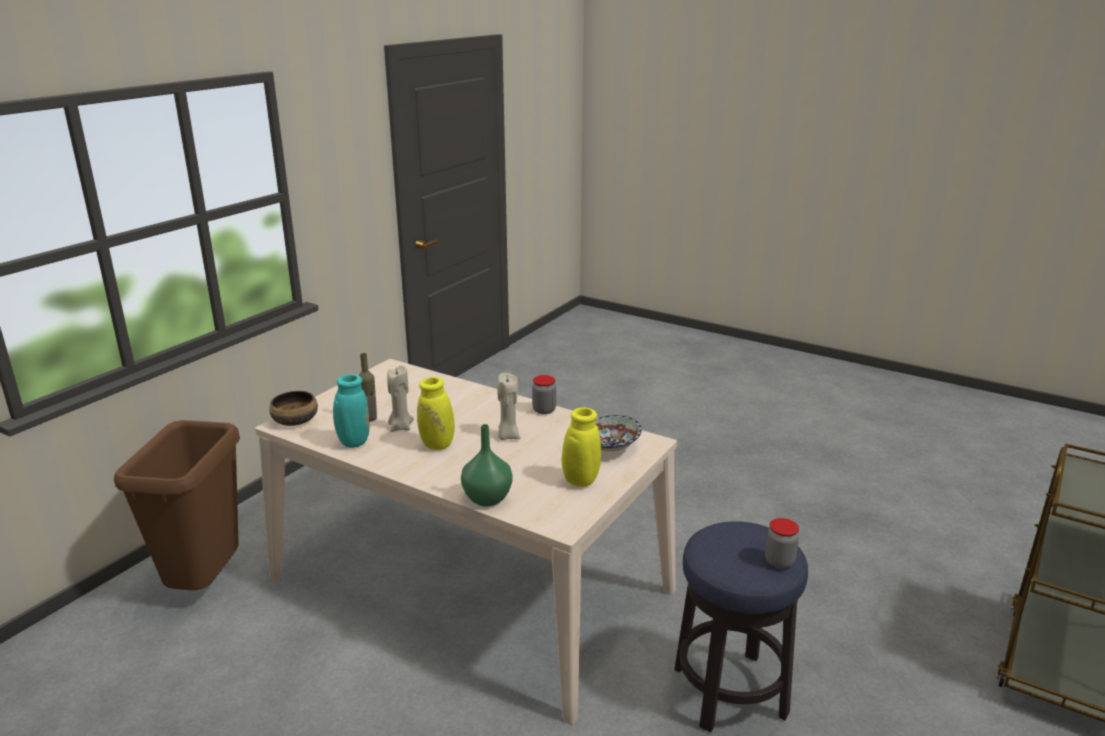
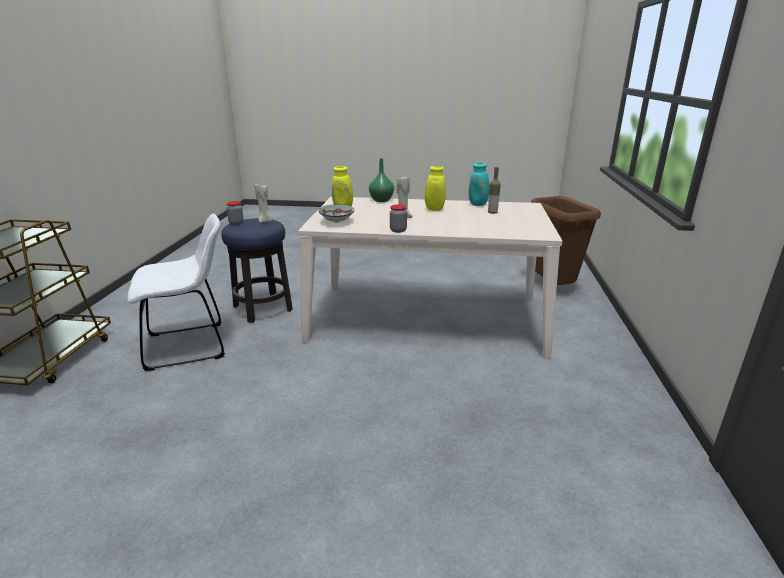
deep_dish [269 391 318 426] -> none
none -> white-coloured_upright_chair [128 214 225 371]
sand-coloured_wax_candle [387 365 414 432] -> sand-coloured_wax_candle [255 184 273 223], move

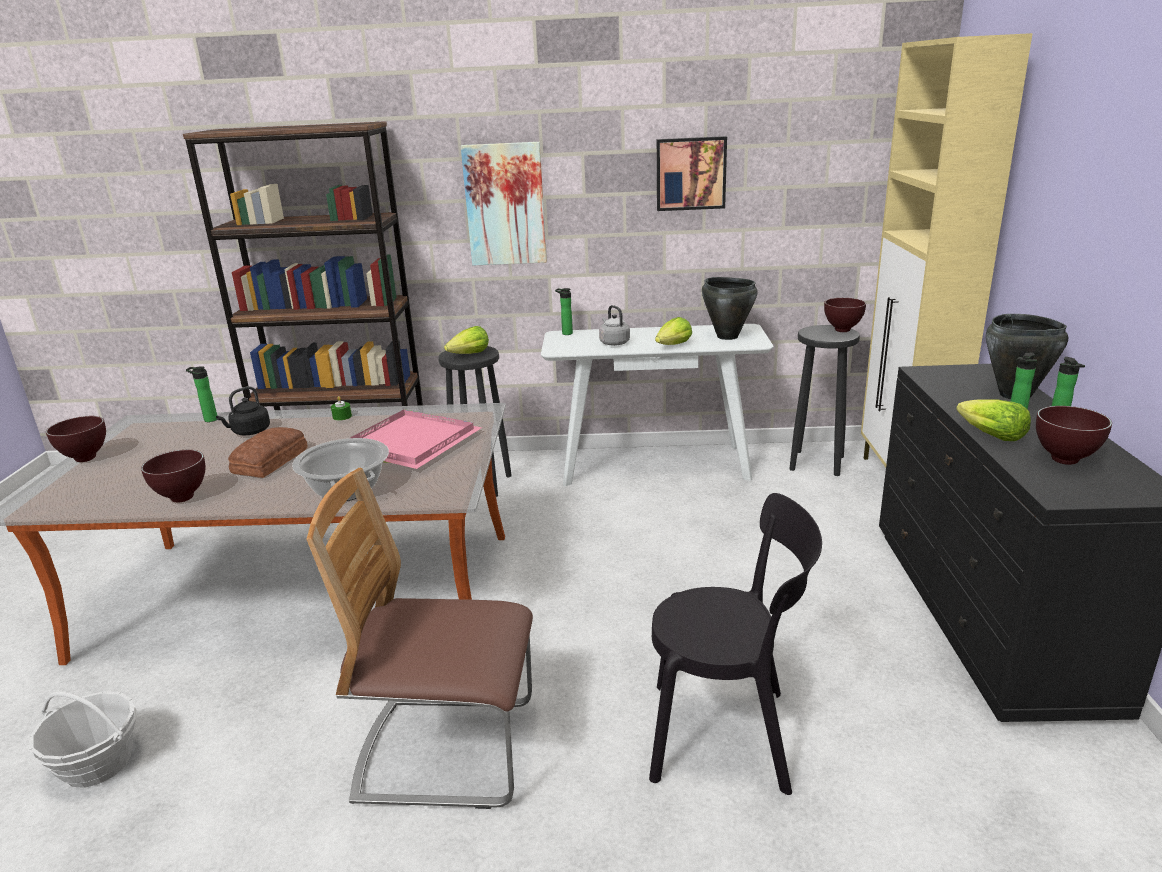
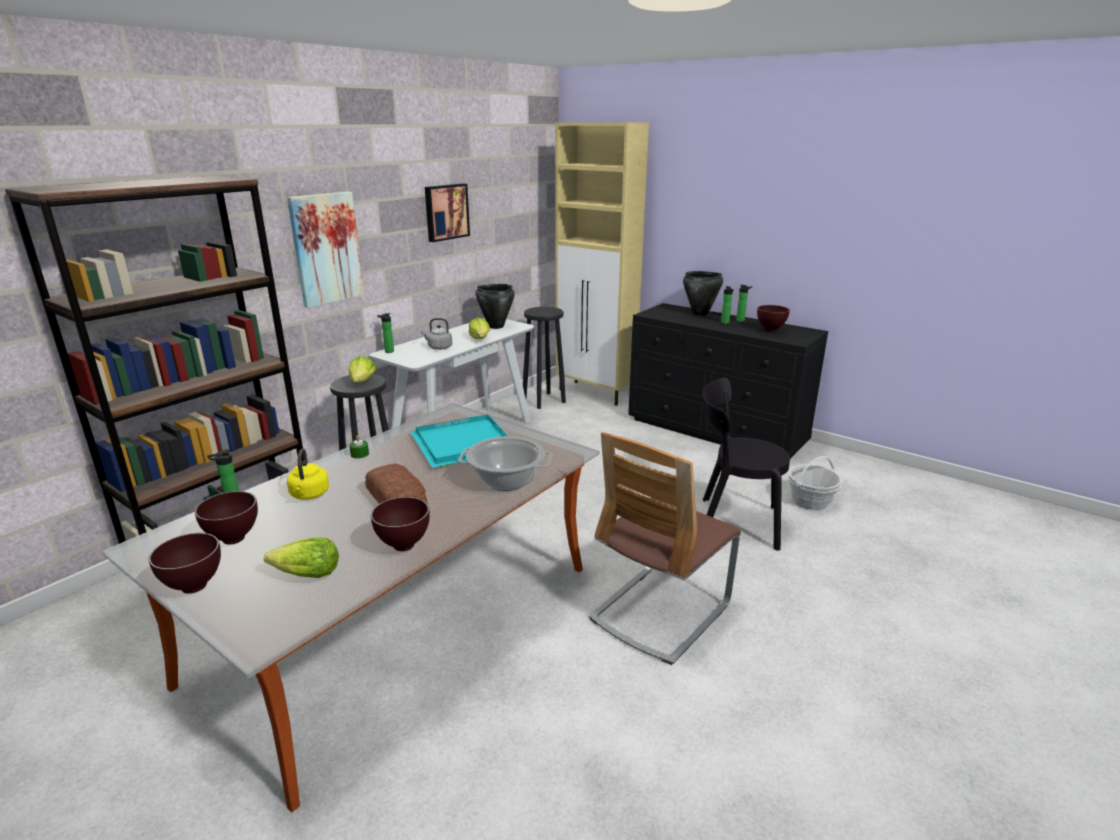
storage_basket [29 691 136 788] -> storage_basket [788 456 842 510], move
brown_deep_dish [824 298 866 332] -> brown_deep_dish [195 491 258 545], move
lettuce_head [956 399 1031 441] -> lettuce_head [264 538 339 578], move
black-coloured_water_kettle [216 386 270 435] -> yellow_water_kettle [287 448 329 500]
pink_carrying_tray [350 409 482 469] -> turquoise-coloured_carrying_tray [410 414 508 468]
black-coloured_upright_chair [649 493 822 795] -> black-coloured_upright_chair [703 378 790 551], 120 degrees counterclockwise

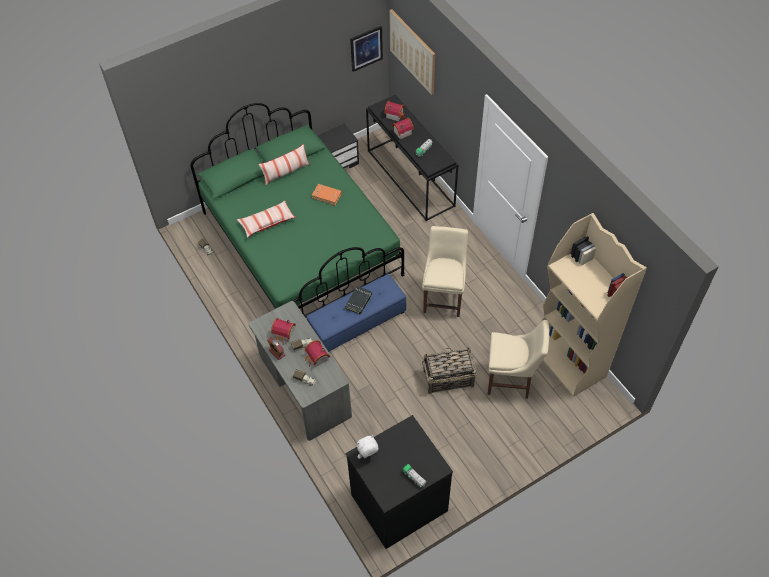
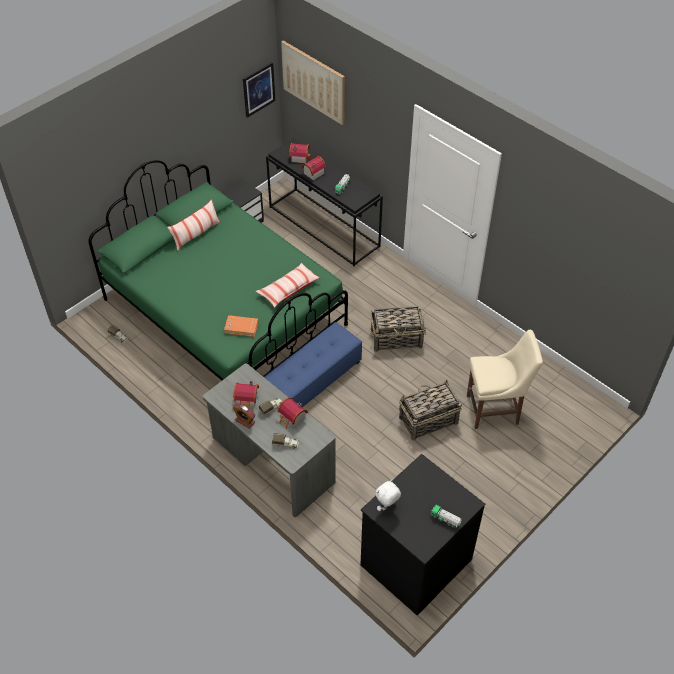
black-coloured_bound_book [345 286 372 314] -> none
sand-coloured_bookshelf [539 213 647 397] -> none
cushion [237 201 296 237] -> cushion [256 263 320 308], move
orange-coloured_bound_book [312 184 342 205] -> orange-coloured_bound_book [224 315 258 337], move
sand-coloured_upright_chair [422 226 468 317] -> storage_basket [371 306 426 352]

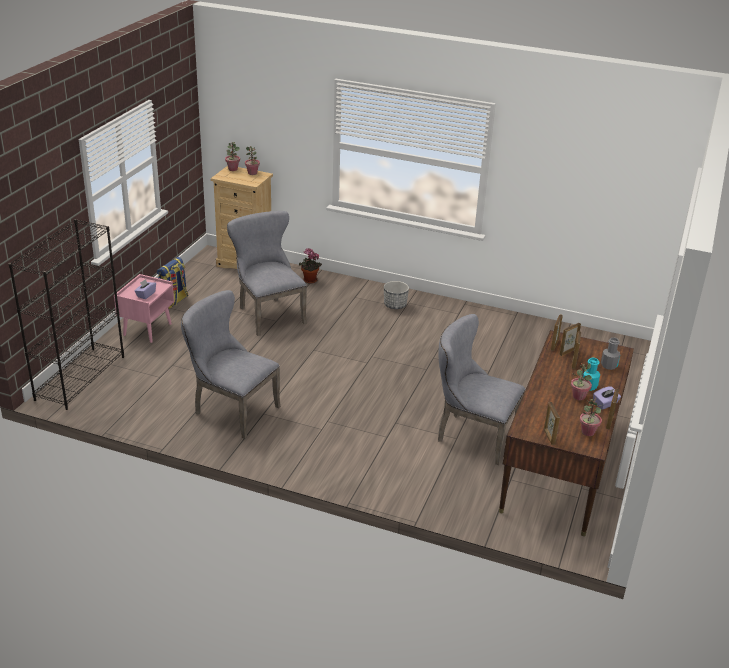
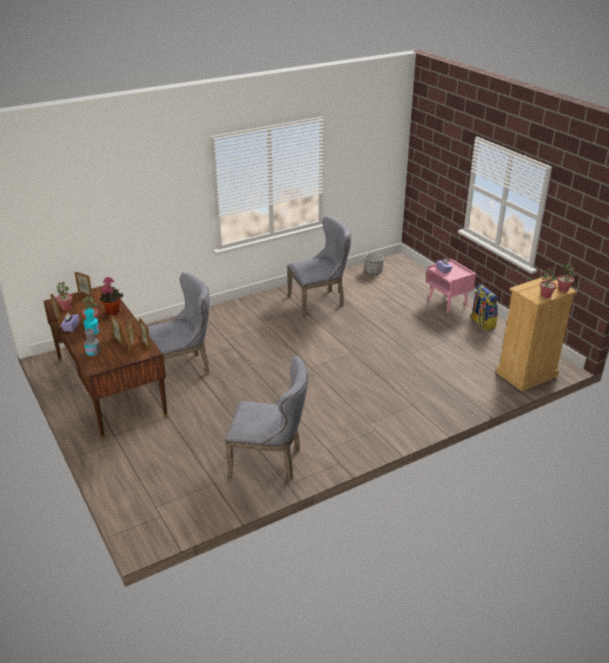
black-coloured_bookshelf [8 219 124 410] -> none
grey_upright_chair [227 211 307 336] -> grey_upright_chair [225 356 308 481], move
houseplant [299 248 322 284] -> houseplant [99 277 123 316], move
plant_pot [384 281 409 309] -> plant_pot [364 253 384 275], move

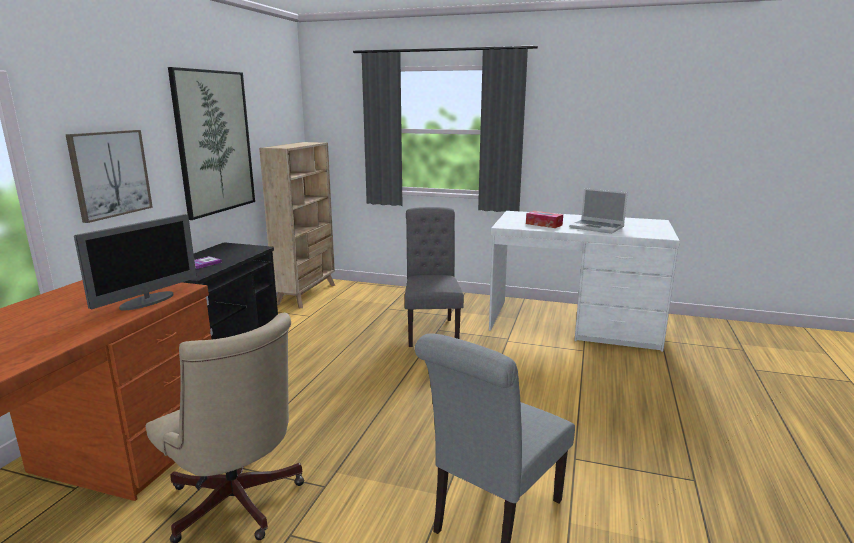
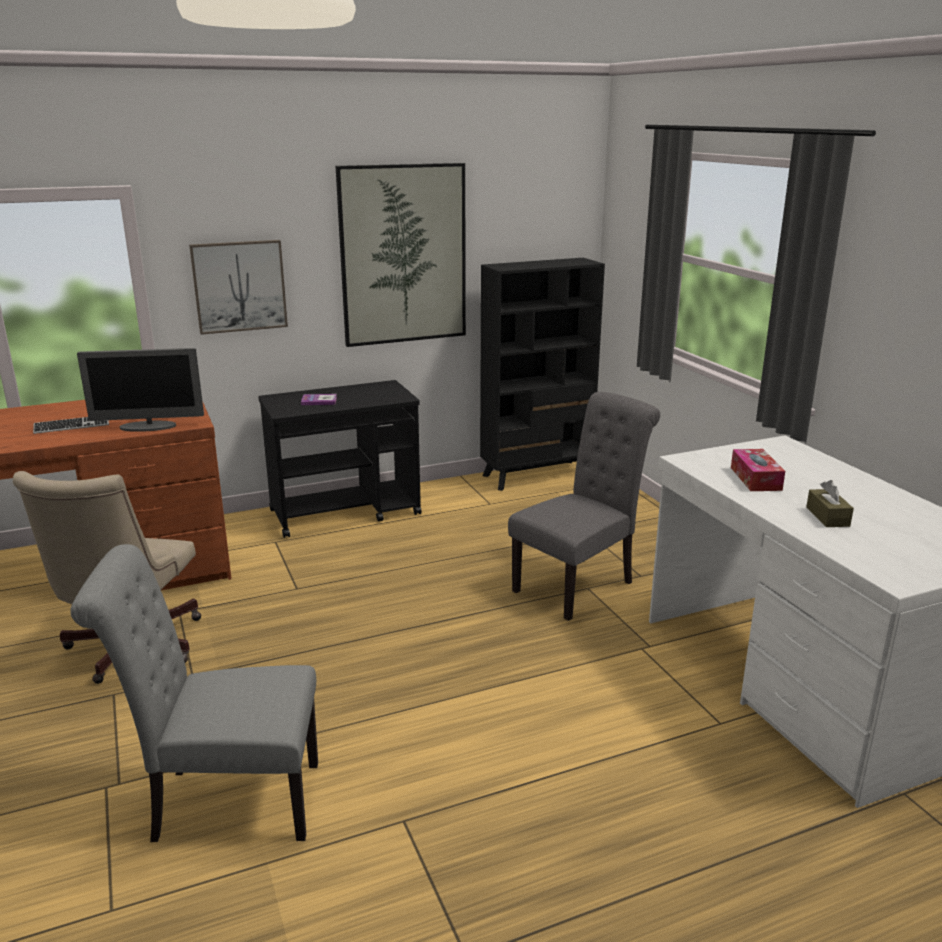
none -> computer_keyboard [33 417 109 434]
laptop [569 188 628 234] -> brown_tissue_box [806 480 854 527]
sand-coloured_bookshelf [259 142 335 308] -> black-coloured_bookshelf [480 258 605 491]

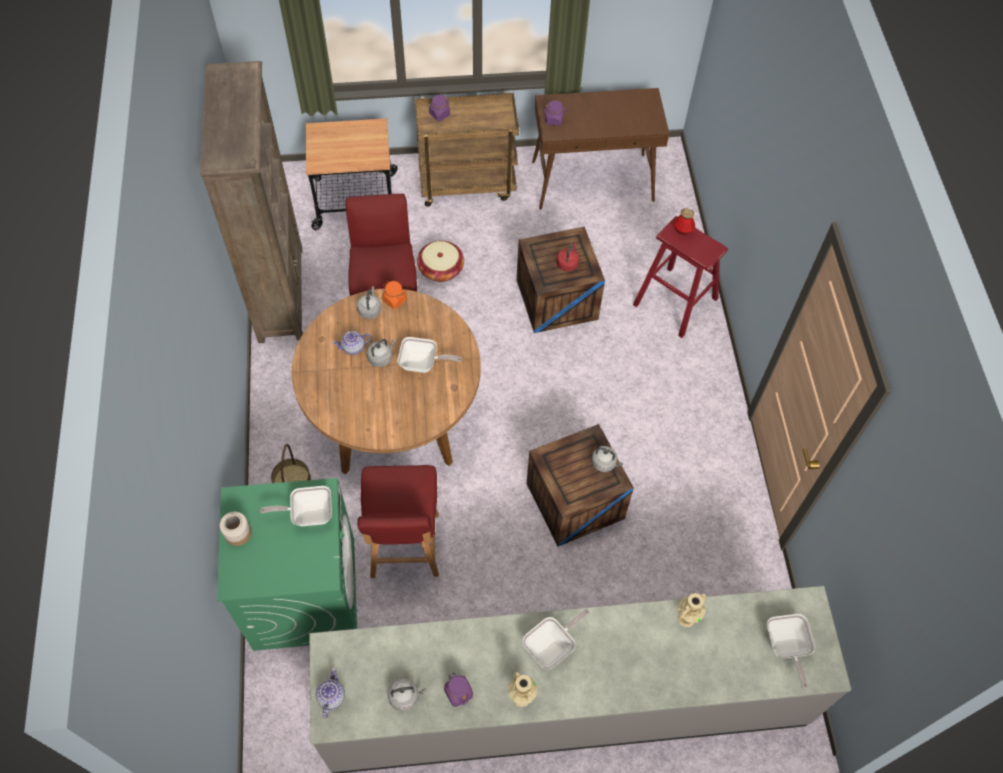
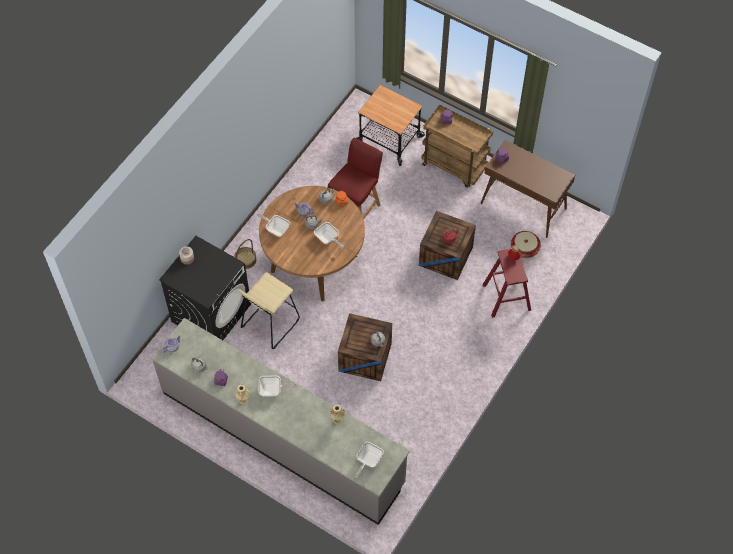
brown_bookshelf [200 61 303 343] -> none
skillet [260 486 332 526] -> skillet [257 214 290 237], move
storage_basket [417 241 464 282] -> storage_basket [511 231 541 258], move
reddish_upright_chair [357 465 439 578] -> sand-coloured_sitting_stool [239 272 300 349]
green_washing_machine [217 478 357 651] -> black-coloured_washing_machine [159 236 251 340]

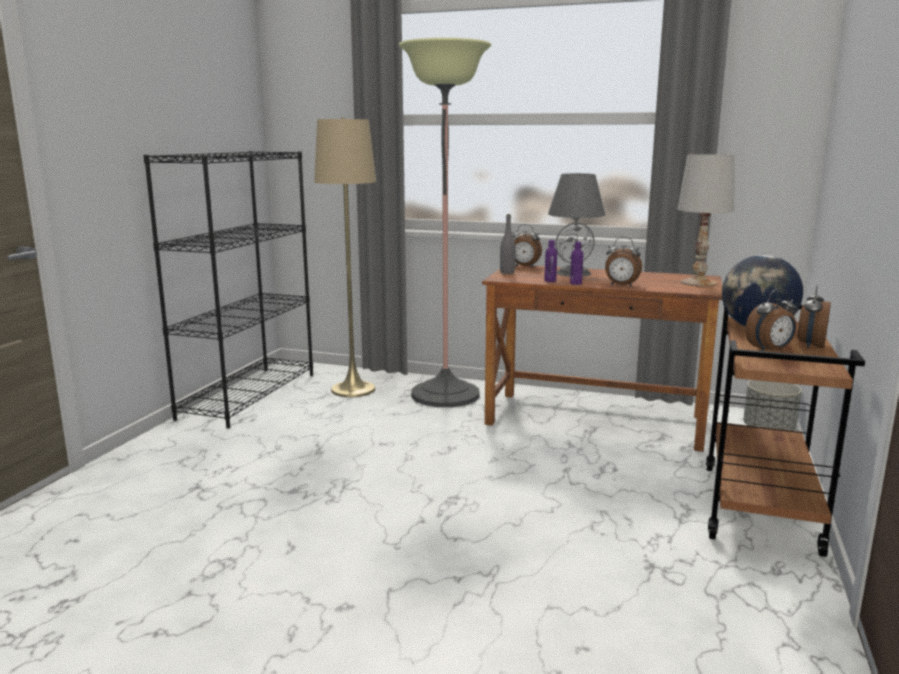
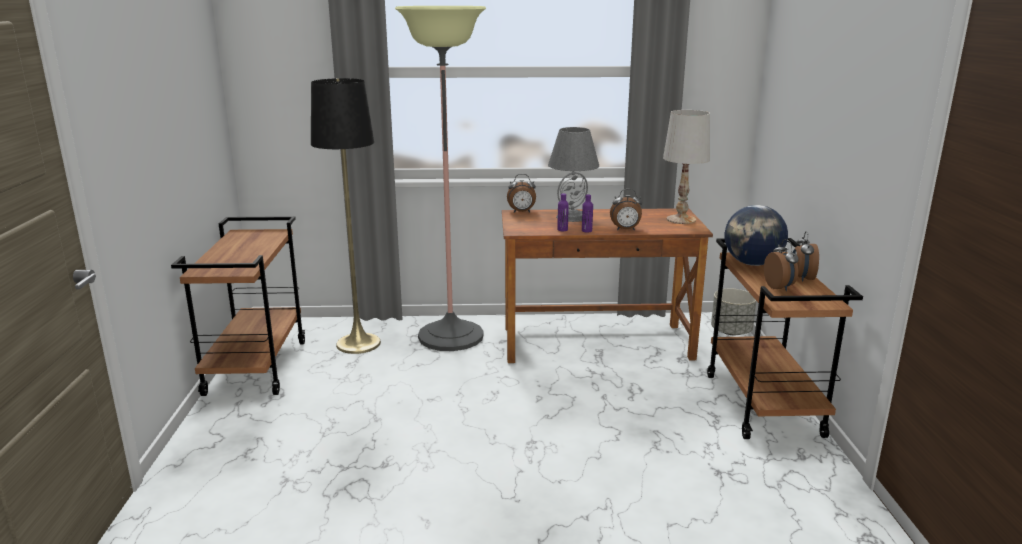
grey_beverage_bottle [500 214 516 274] -> none
black-coloured_bookshelf [144 151 313 428] -> brown_wheeled_cart [171 216 305 396]
sand-coloured_standard_lamp [314 117 376 397] -> black-coloured_standard_lamp [311 78 381 354]
alarm_clock [745 289 797 351] -> alarm_clock [764 239 799 291], 60 degrees counterclockwise

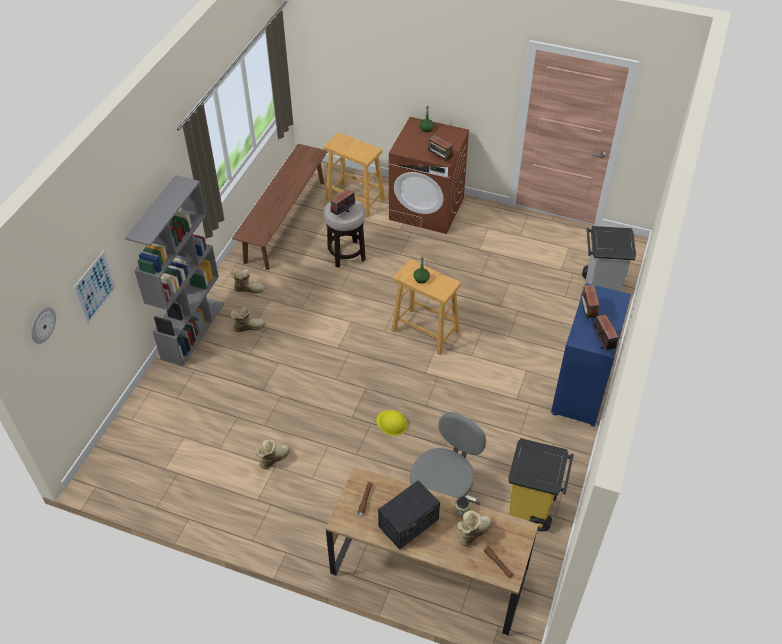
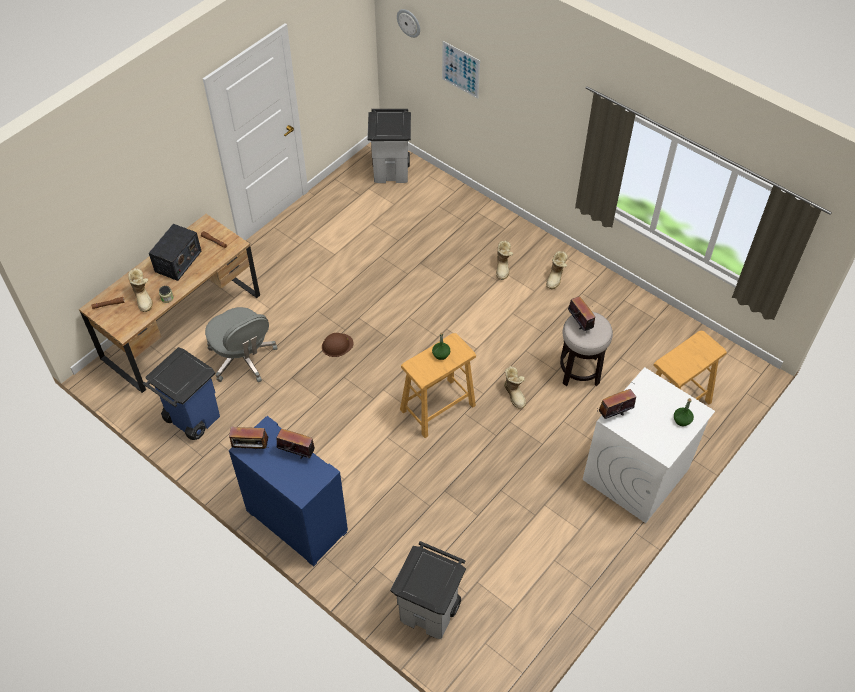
grey_bookshelf [125 175 224 366] -> none
brown_indoor_bench [232 144 328 270] -> none
none -> grey_trash_can [367 109 411 183]
boot [255 439 290 469] -> boot [504 366 526 409], move
yellow_safety_helmet [376 410 408 436] -> brown_safety_helmet [322 333 353 357]
brown_washing_machine [389 117 470 234] -> white-coloured_washing_machine [583 367 715 523]
yellow_trash_can [509 438 574 531] -> blue-coloured_trash_can [143 347 220 440]
radio [378 480 440 549] -> radio [149 224 201 281], 135 degrees counterclockwise

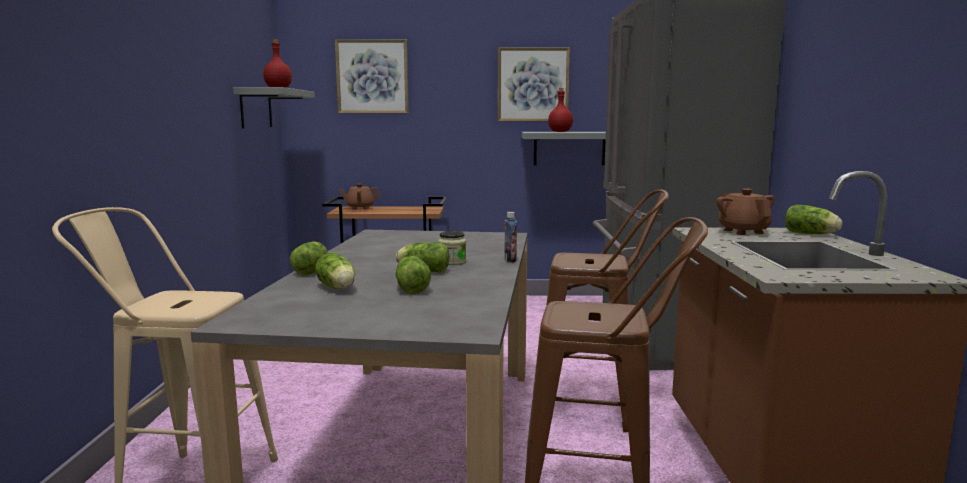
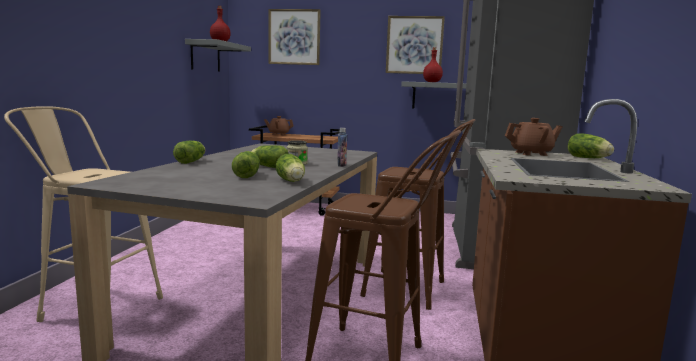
lettuce_head [315 252 355 289] -> lettuce_head [276 154 305 182], move
brown_tea_pot [717 188 774 235] -> brown_tea_pot [505 118 563 156], 90 degrees clockwise

